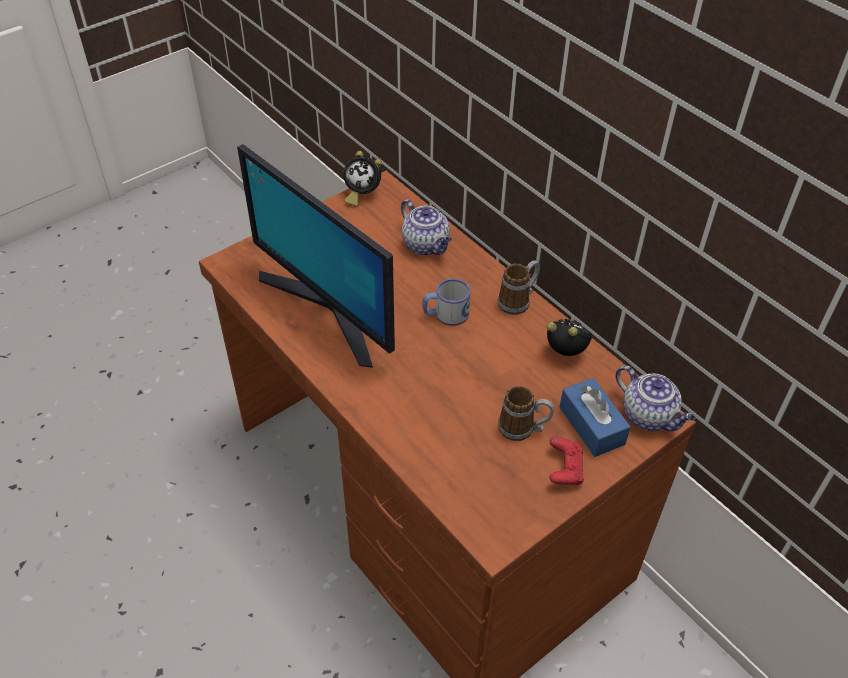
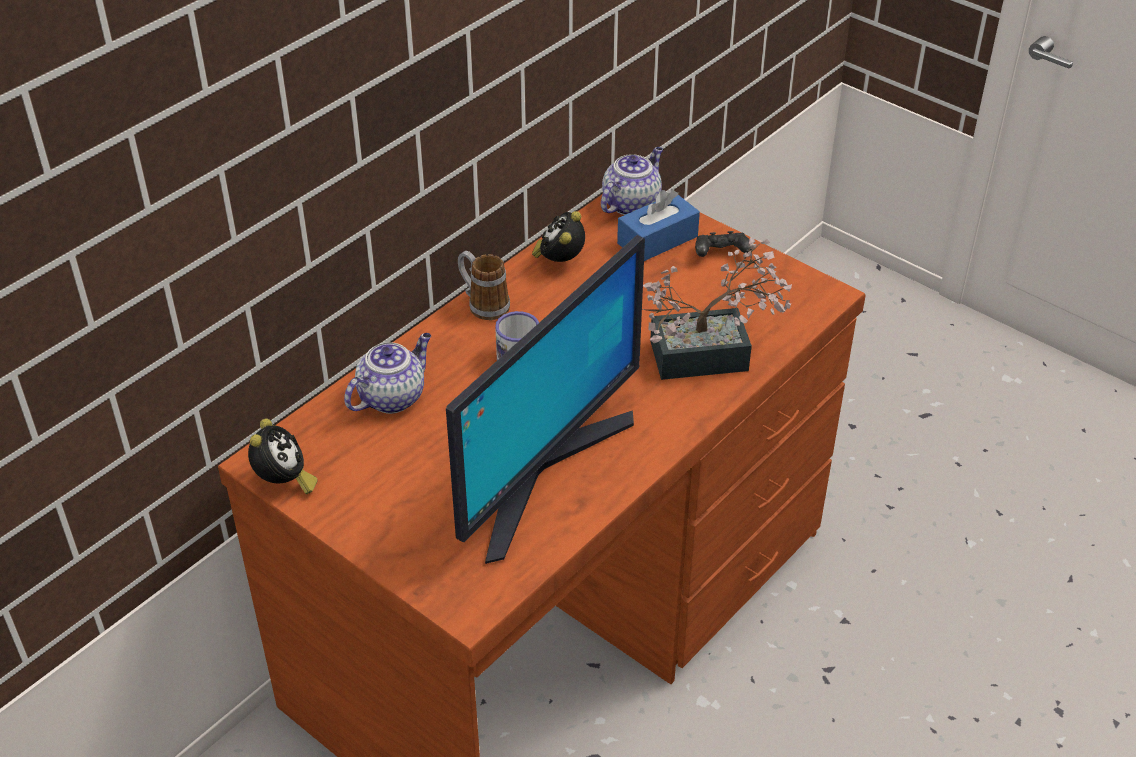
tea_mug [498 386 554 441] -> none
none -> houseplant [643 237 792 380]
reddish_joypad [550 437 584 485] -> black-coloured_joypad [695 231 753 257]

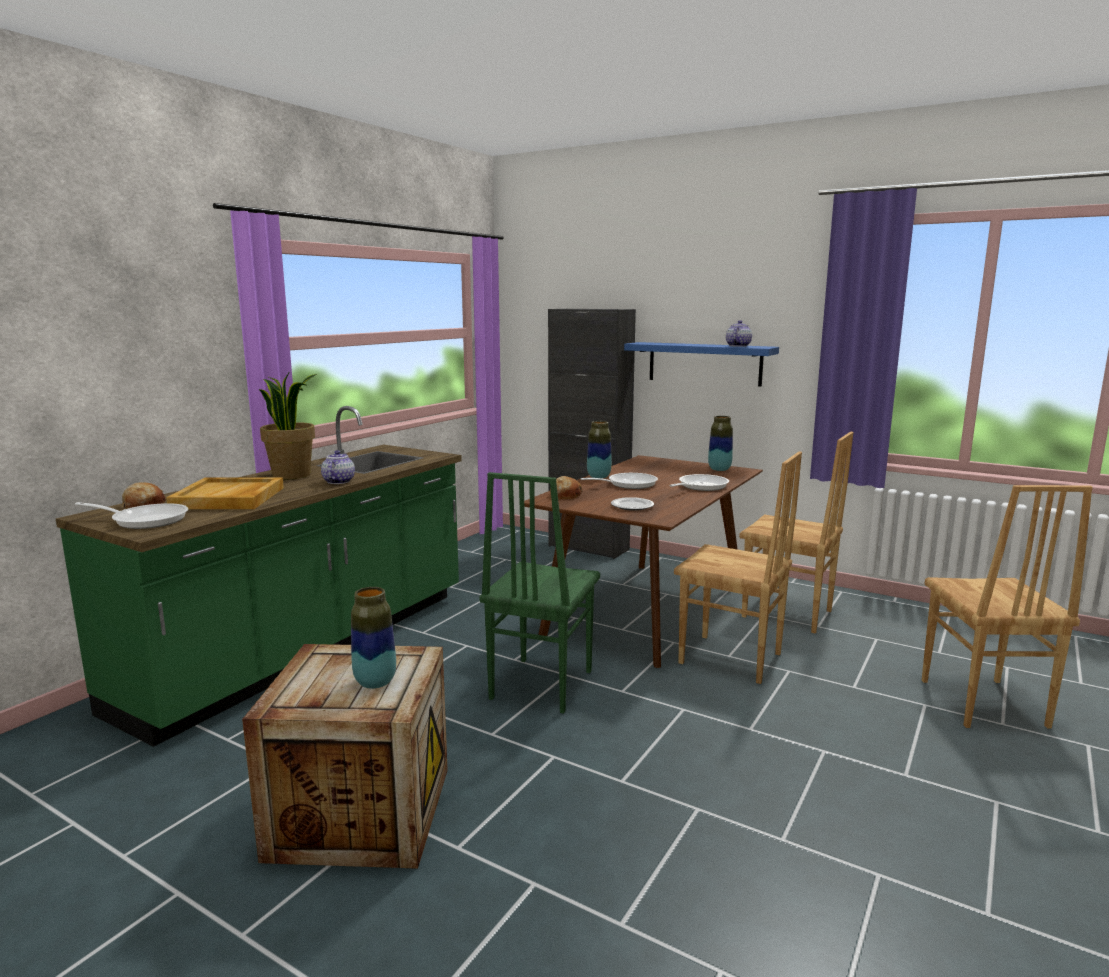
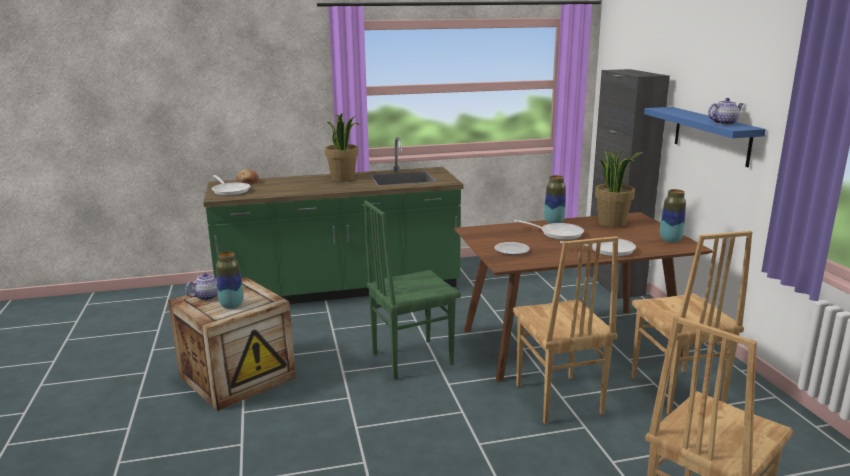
sand-coloured_carrying_tray [166 477 284 509] -> none
baked_bread [550 476 583 499] -> none
none -> houseplant [595 150 642 228]
tea_pot [321 450 355 484] -> tea_pot [185 273 218 300], move

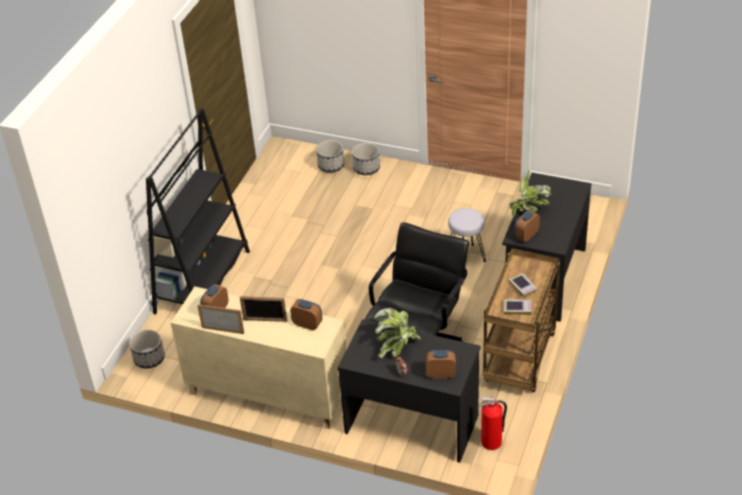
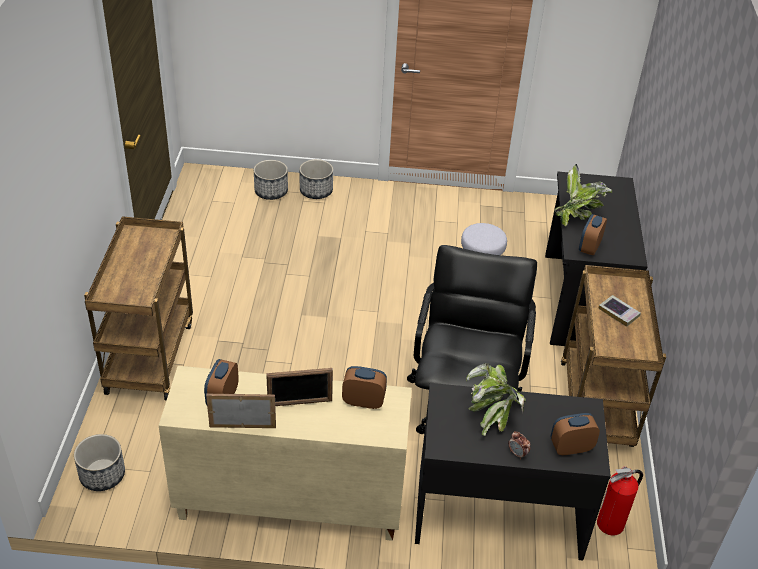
bound_book [504 299 532 315] -> none
black-coloured_bookshelf [146 108 250 314] -> brown_wheeled_cart [84 216 193 400]

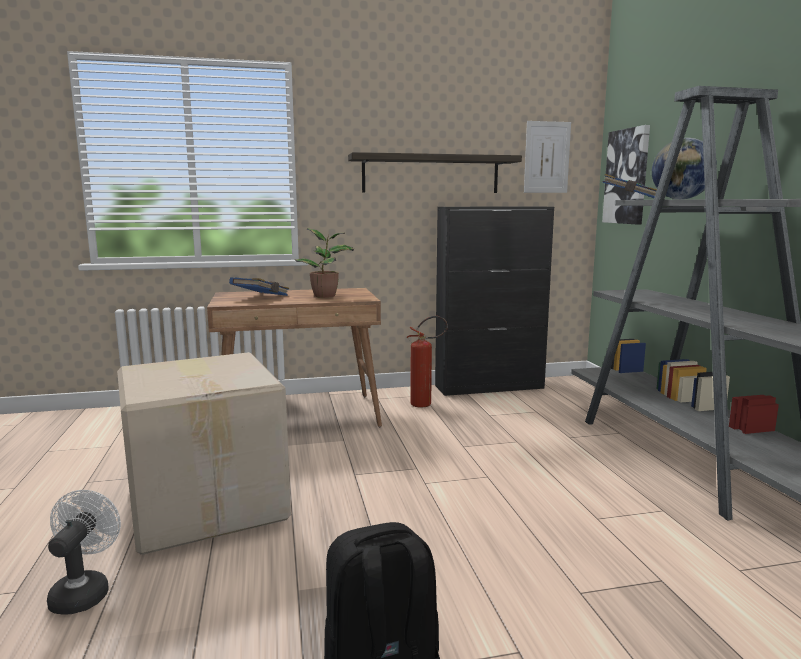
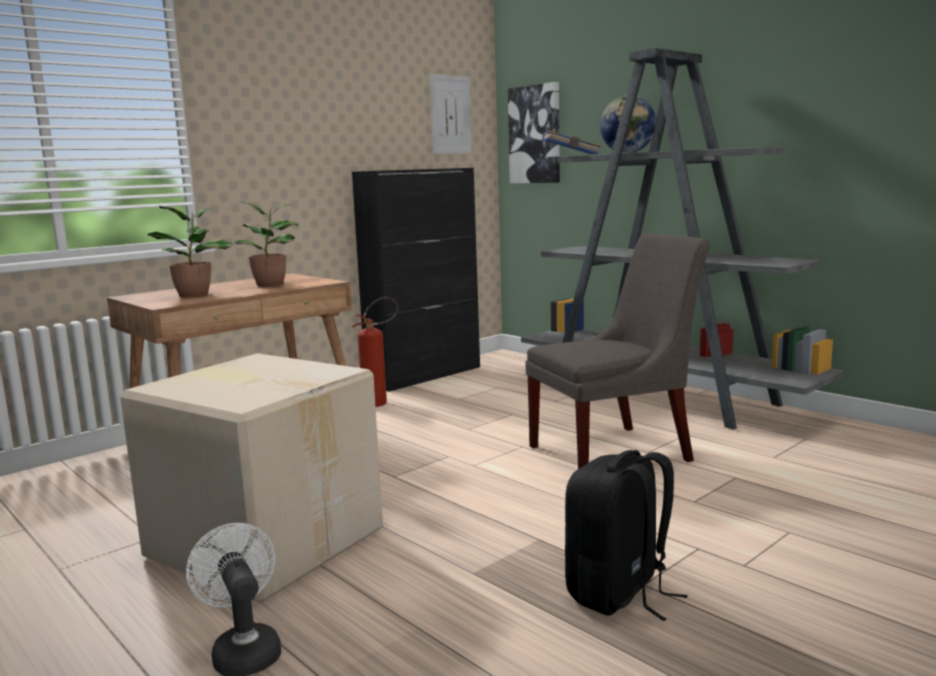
wall_shelf [348 152 522 193] -> none
none -> grey_upright_chair [526 233 710 469]
blue-coloured_bound_book [229 277 289 296] -> houseplant [148 206 233 297]

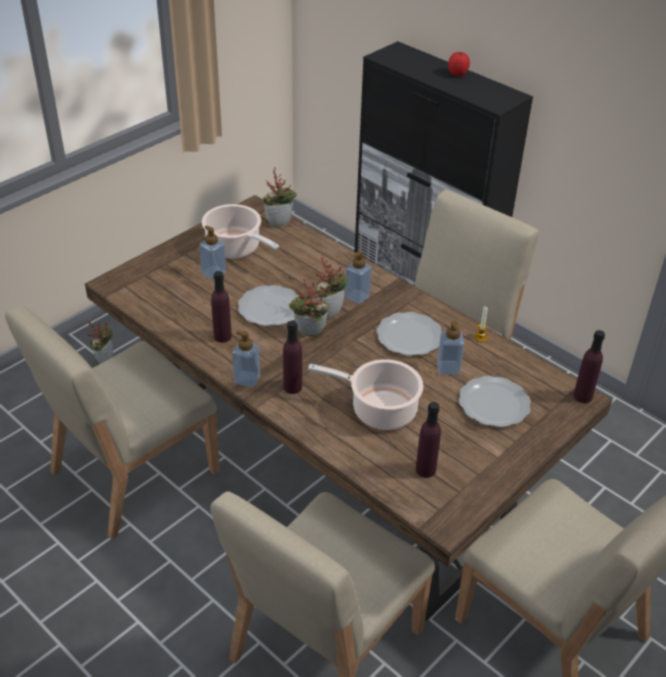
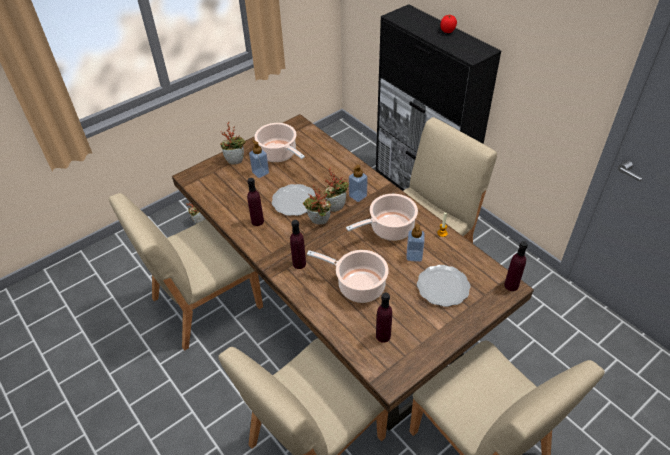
soap_dispenser [232 330 260 388] -> none
houseplant [263 167 297 227] -> houseplant [220 122 246 164], move
flat_dish [376 312 442 356] -> saucepot [346 194 418 241]

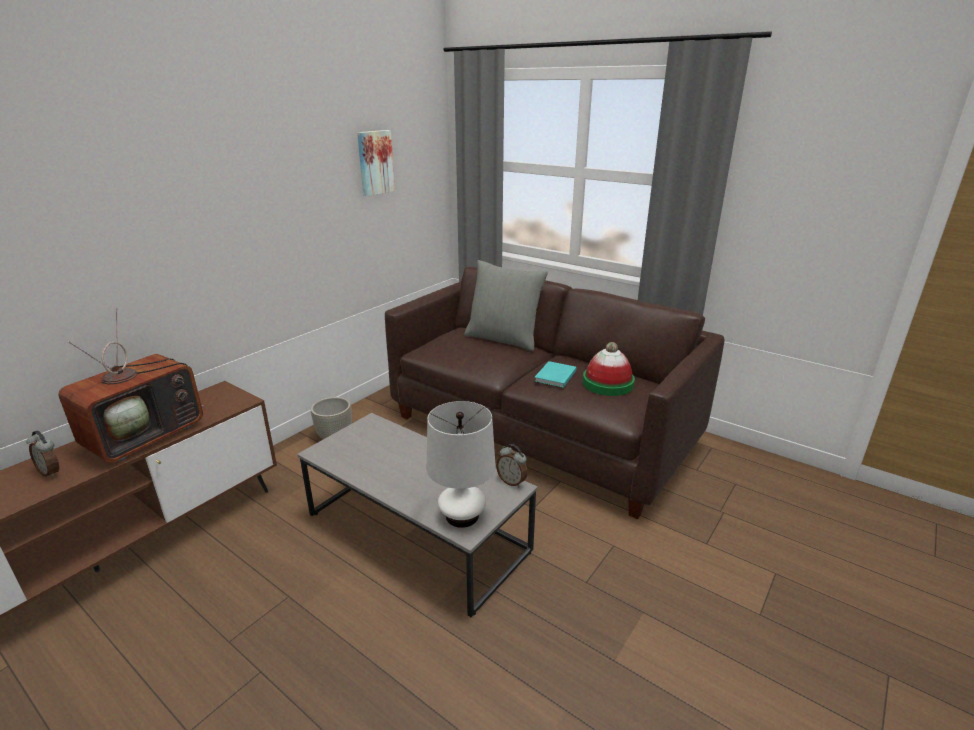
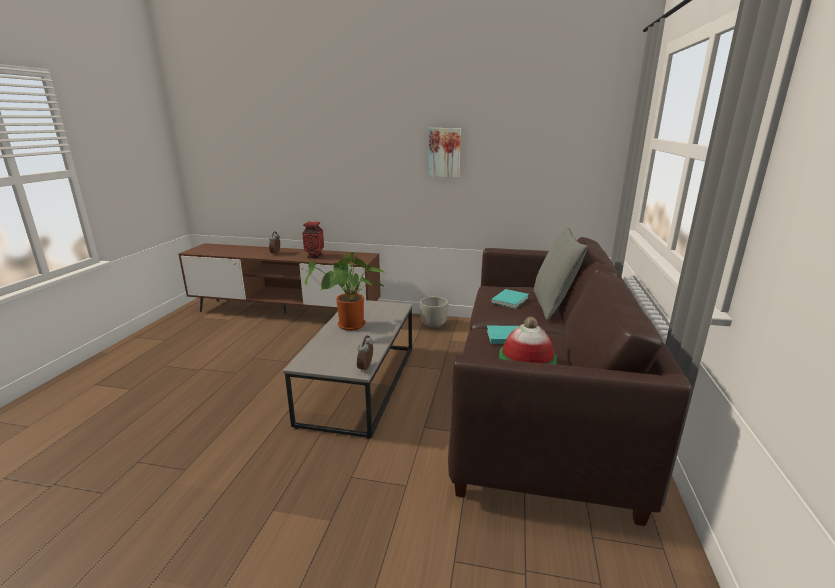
white-coloured_tabletop_lamp [427 401 496 528] -> none
none -> houseplant [305 252 386 331]
none -> turquoise-coloured_bound_book [491 289 529 309]
wall_picture [357 130 395 196] -> wall_picture [429 128 461 177], move
TV_set [58 308 203 462] -> decorative_vase [302 222 324 259]

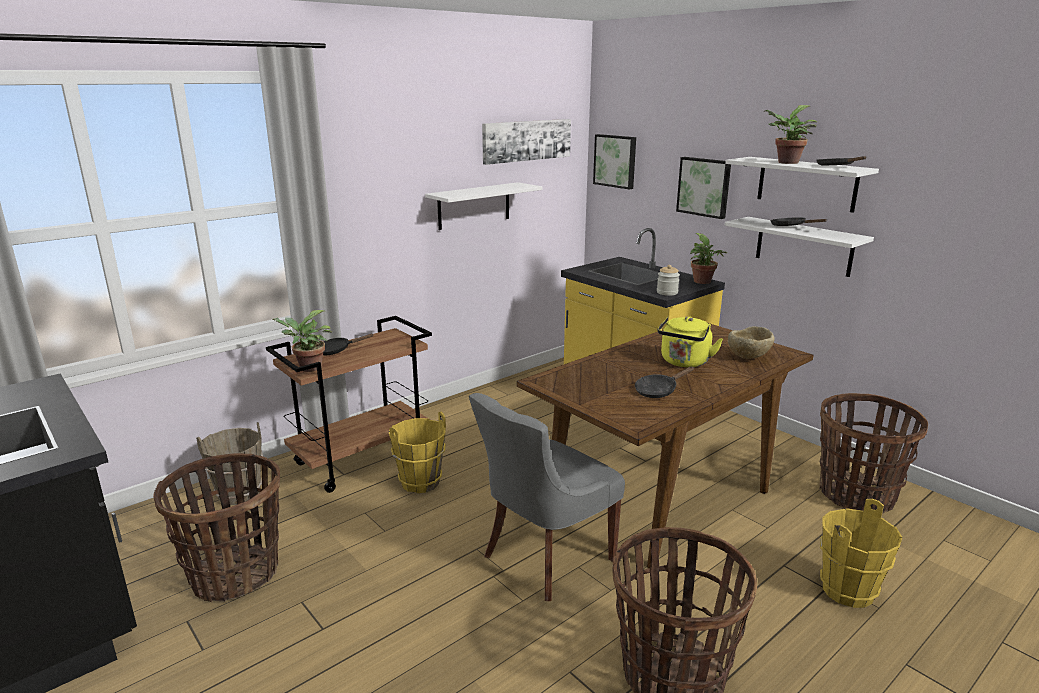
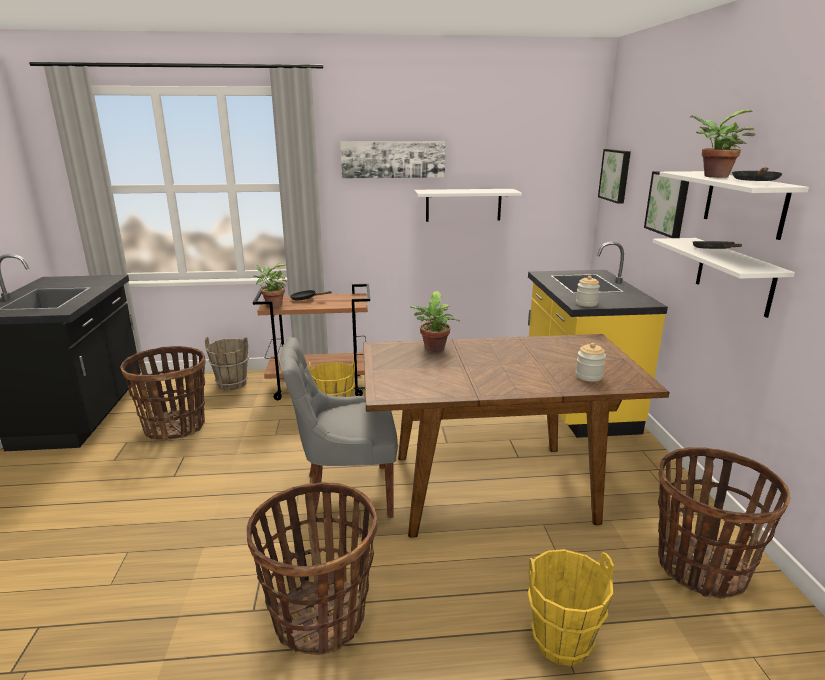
black-coloured_skillet [635 367 694 398] -> none
yellow_water_kettle [657 316 723 367] -> none
wall_picture [482 119 571 165] -> wall_picture [340 141 445 178], move
houseplant [690 233 727 284] -> houseplant [410 291 459 352], move
sand-coloured_deep_dish [728 326 775 359] -> storage_jar [576 343 606 382]

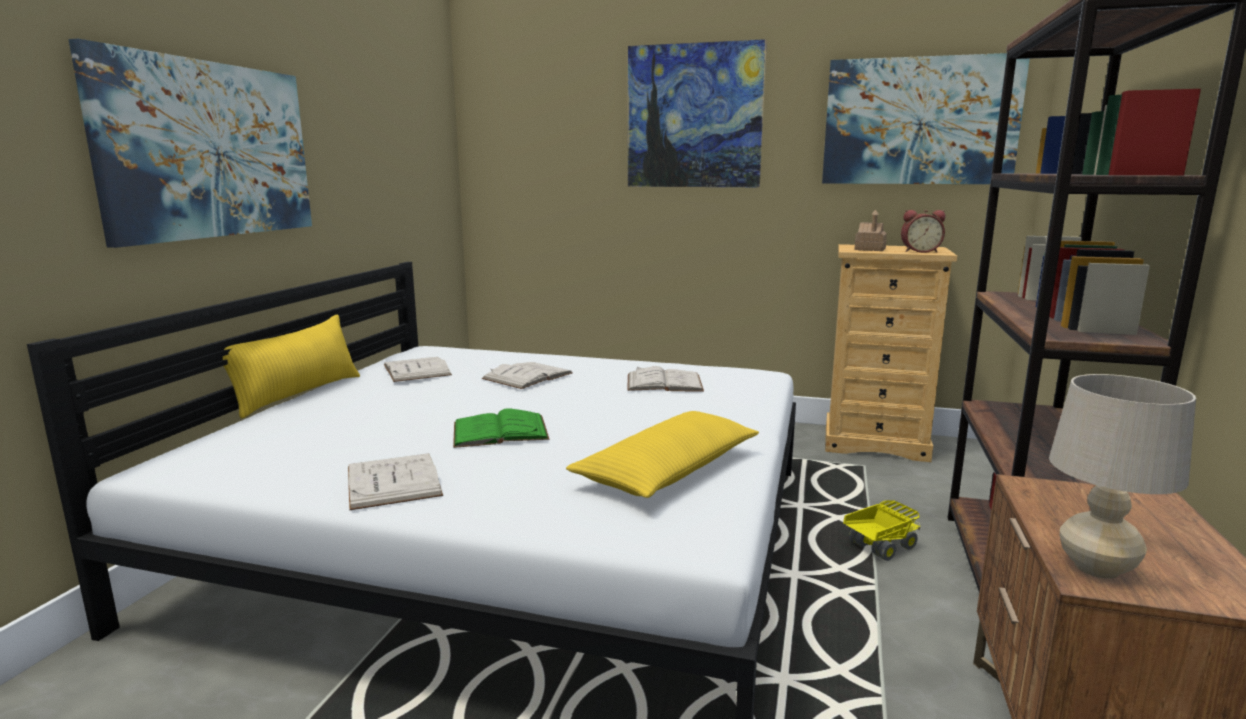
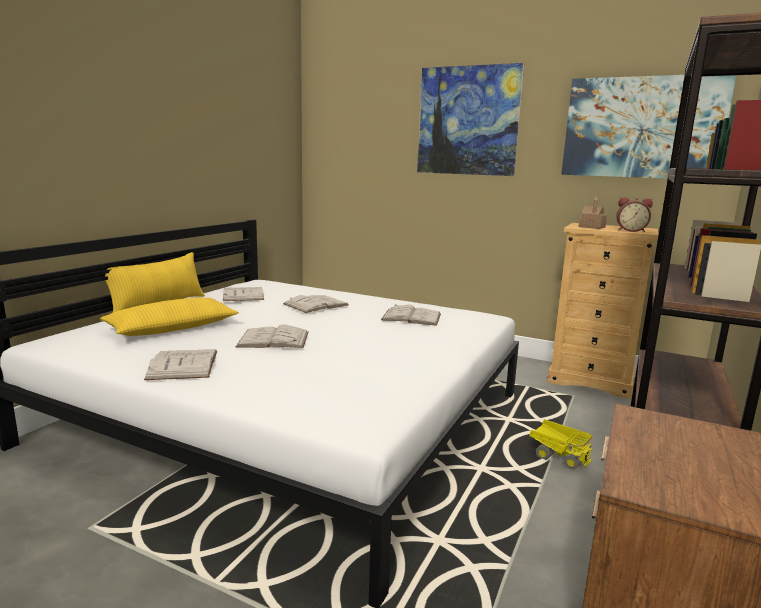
wall_picture [68 39 312 248] -> none
sand-coloured_tabletop_lamp [1049 374 1196 579] -> none
yellow_cushion [566 411 759 498] -> yellow_cushion [100 298 239 336], move
green_bound_book [453 408 549 448] -> white-coloured_bound_book [236 324 309 348]
toy_lorry [843 500 920 561] -> toy_lorry [529 419 593 470], 60 degrees clockwise

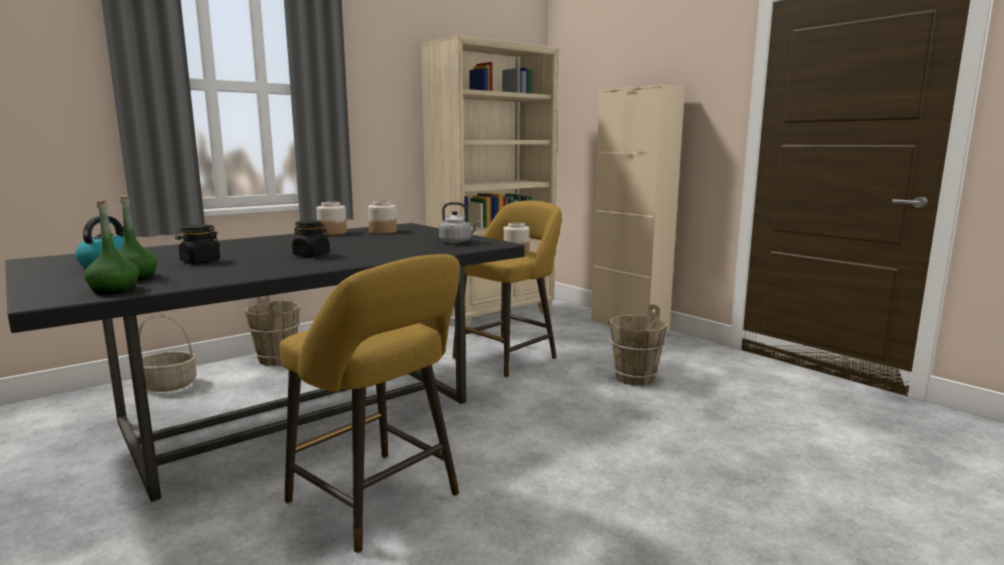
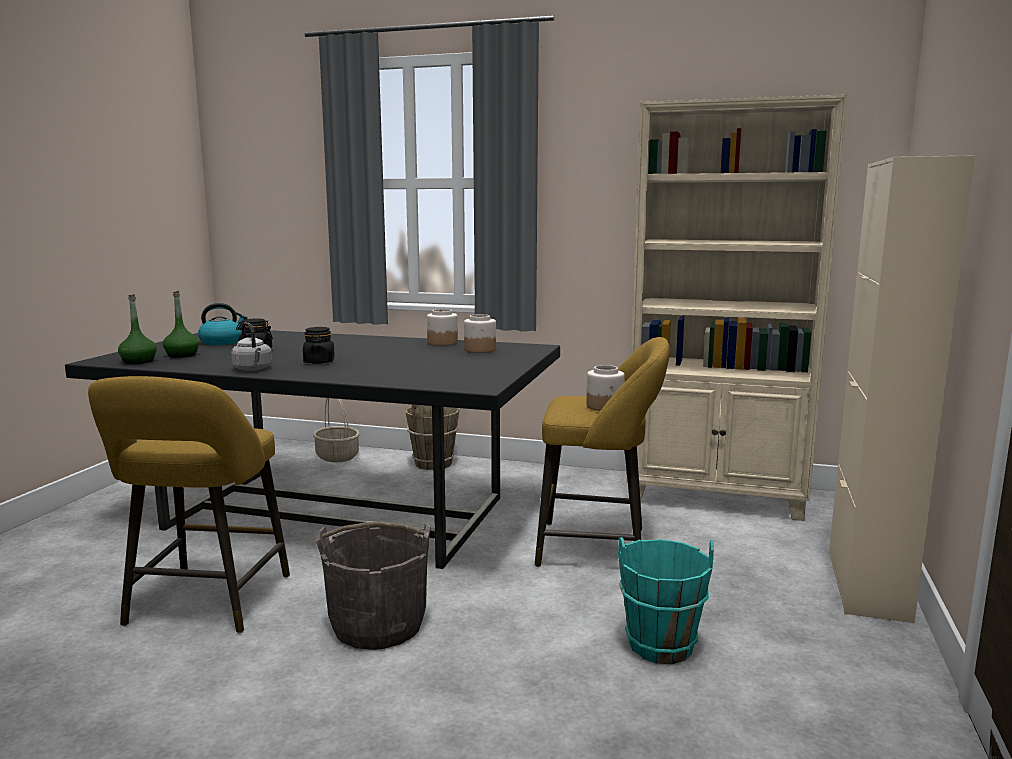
none -> grey_bucket [316 522 431 650]
grey_water_kettle [439 202 480 243] -> grey_water_kettle [231 322 272 371], move
brown_bucket [609 304 667 386] -> turquoise-coloured_bucket [618 537 714 664]

